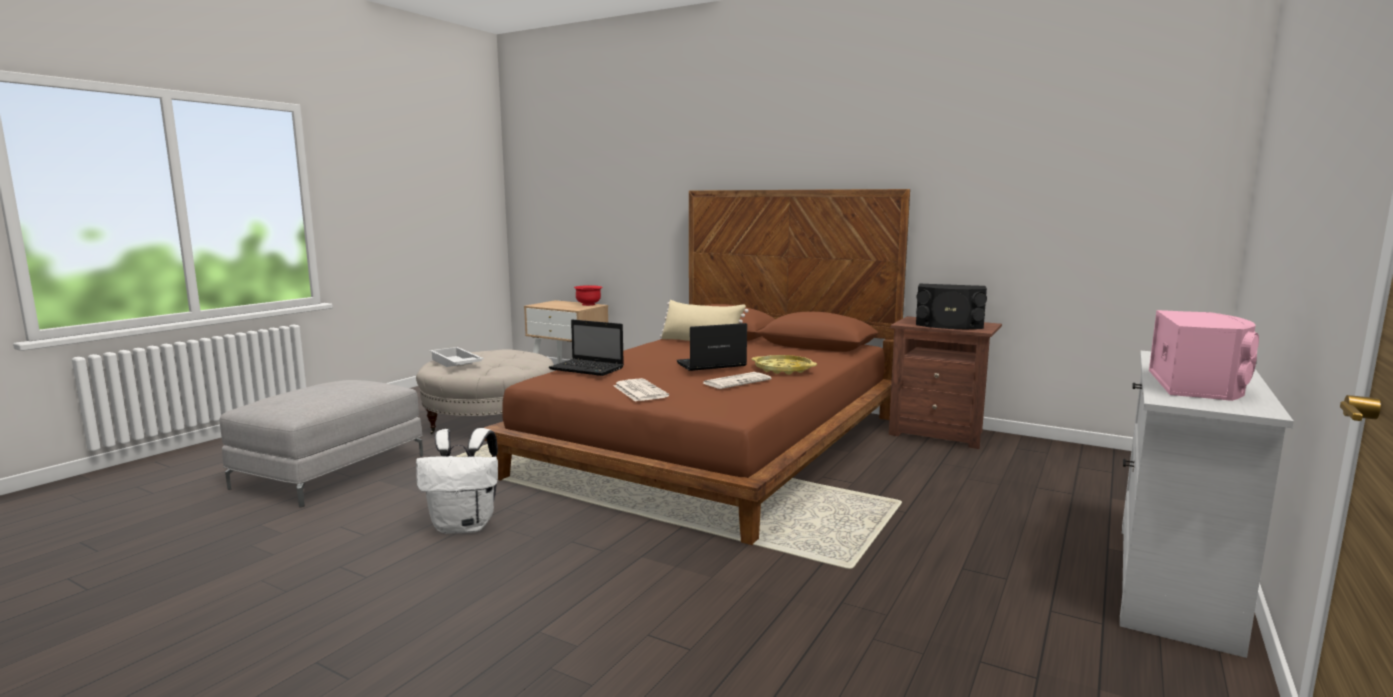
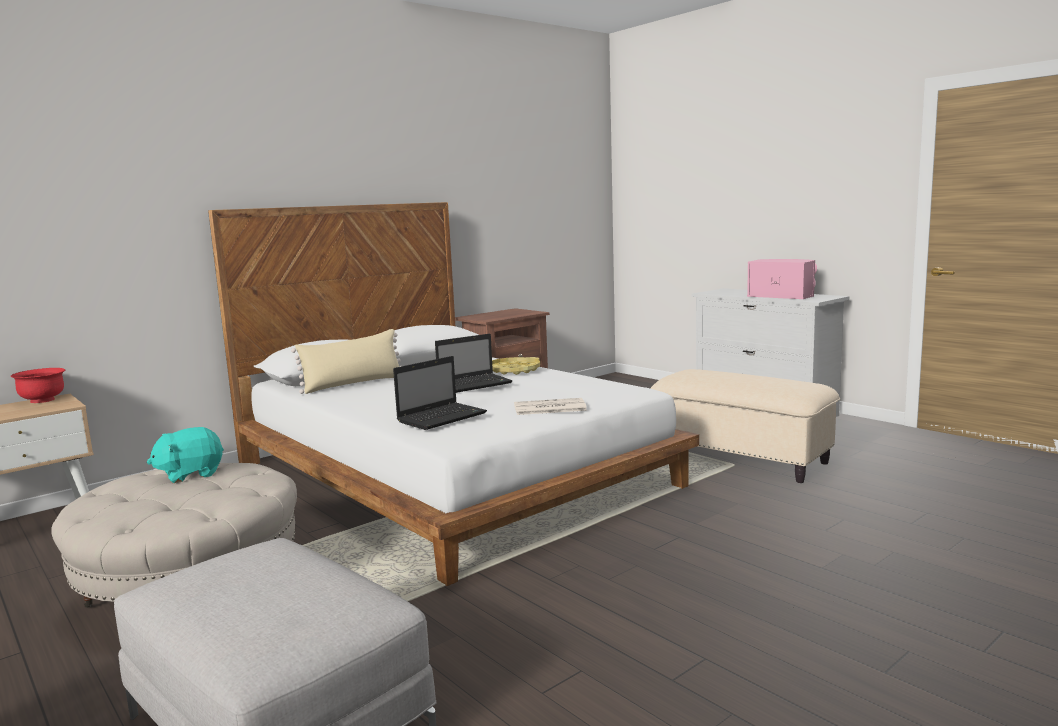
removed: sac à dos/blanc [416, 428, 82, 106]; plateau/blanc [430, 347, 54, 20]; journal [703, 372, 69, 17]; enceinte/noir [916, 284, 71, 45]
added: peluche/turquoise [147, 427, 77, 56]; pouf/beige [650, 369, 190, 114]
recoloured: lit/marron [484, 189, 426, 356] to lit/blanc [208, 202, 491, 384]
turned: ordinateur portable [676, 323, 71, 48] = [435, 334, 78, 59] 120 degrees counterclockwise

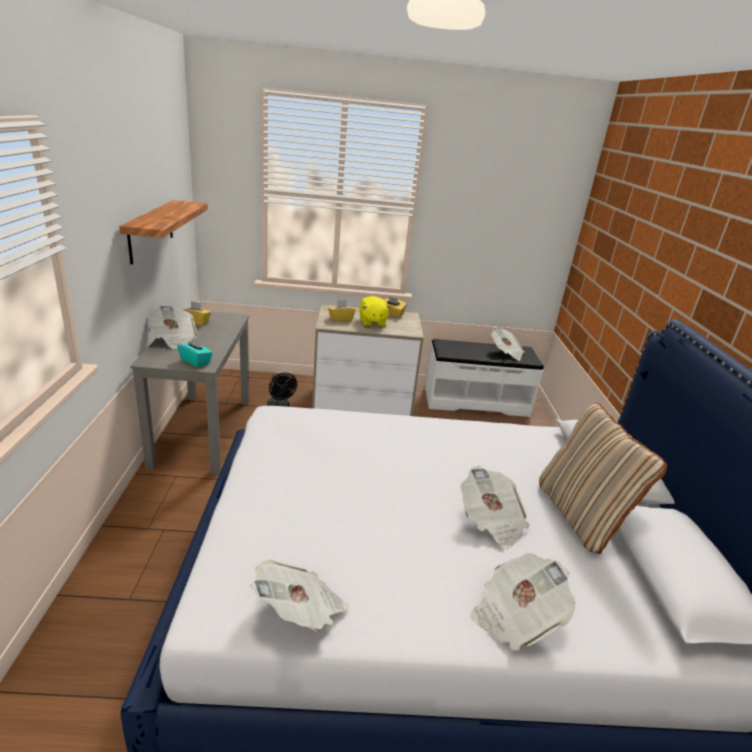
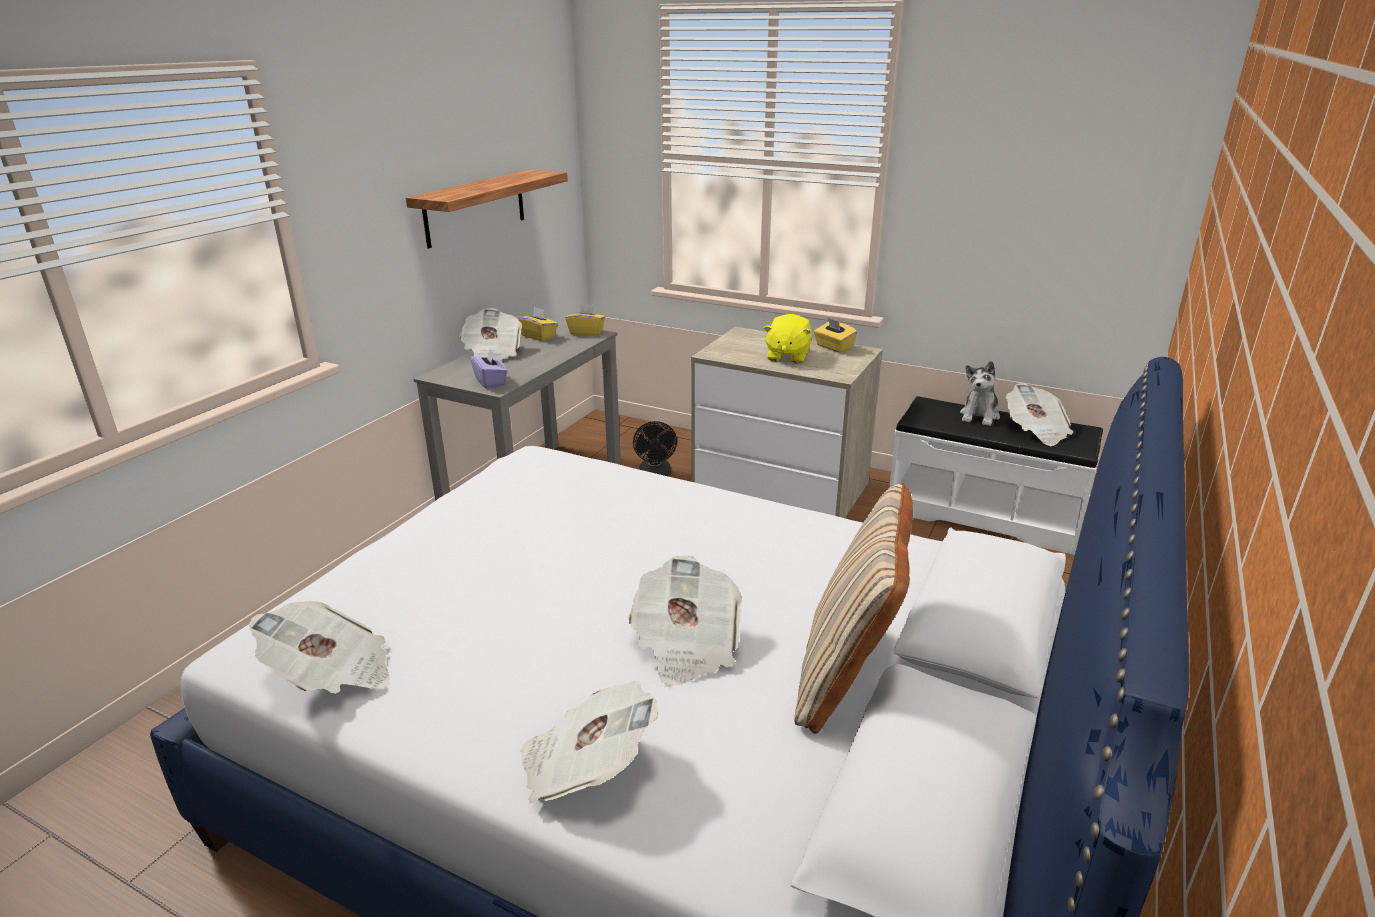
added: peluche [960, 361, 40, 65]
moved: boîte à mouchoirs/jaune [328, 300, 28, 22] to [565, 304, 40, 32]
recoloured: boîte à mouchoirs/turquoise [177, 337, 36, 30] to boîte à mouchoirs/violet [470, 349, 38, 39]

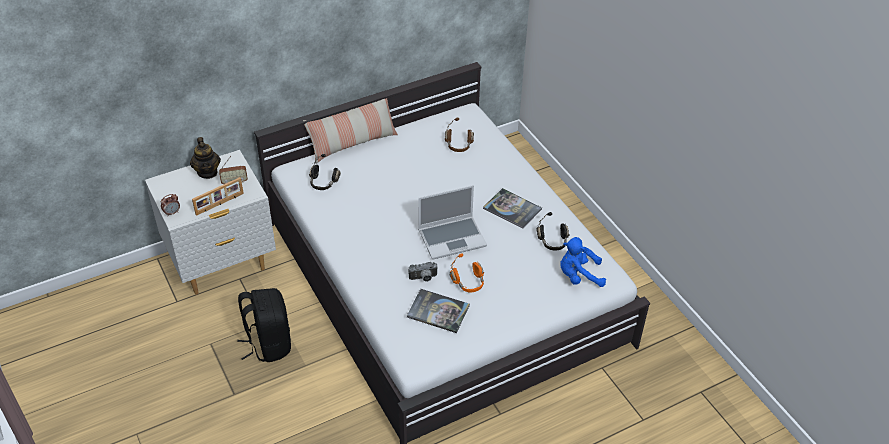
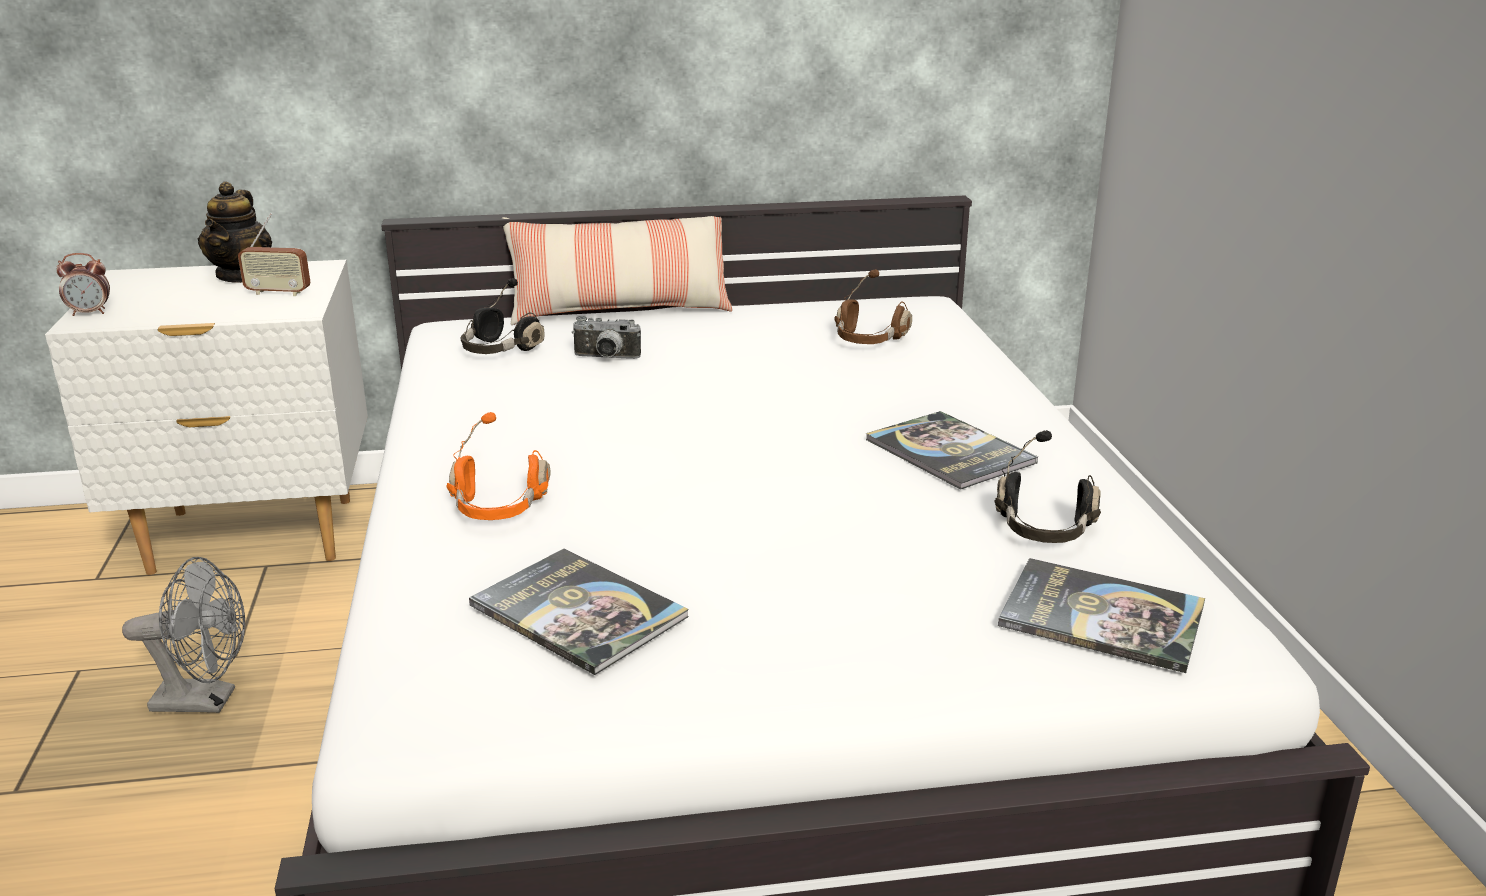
removed: cadre photo [192, 177, 52, 39]; ordinateur portable [418, 185, 69, 75]
moved: casque audio/orange [450, 253, 34, 39] to [446, 412, 105, 108]; appareil photo [409, 262, 29, 20] to [572, 316, 69, 43]
replaced: sac à dos/noir [237, 288, 54, 74] to ventilateur/gris [122, 557, 123, 156]; peluche/bleu [561, 237, 45, 50] to livre [998, 558, 207, 115]

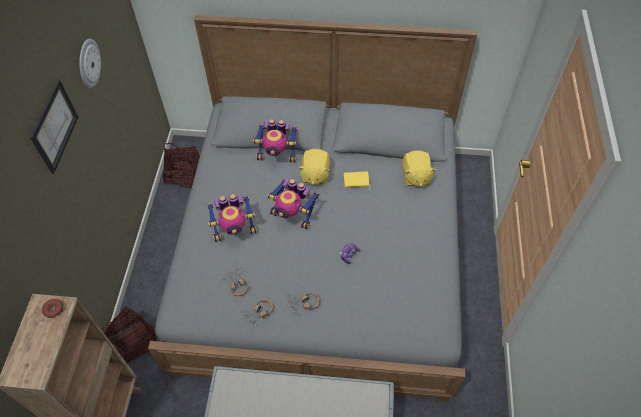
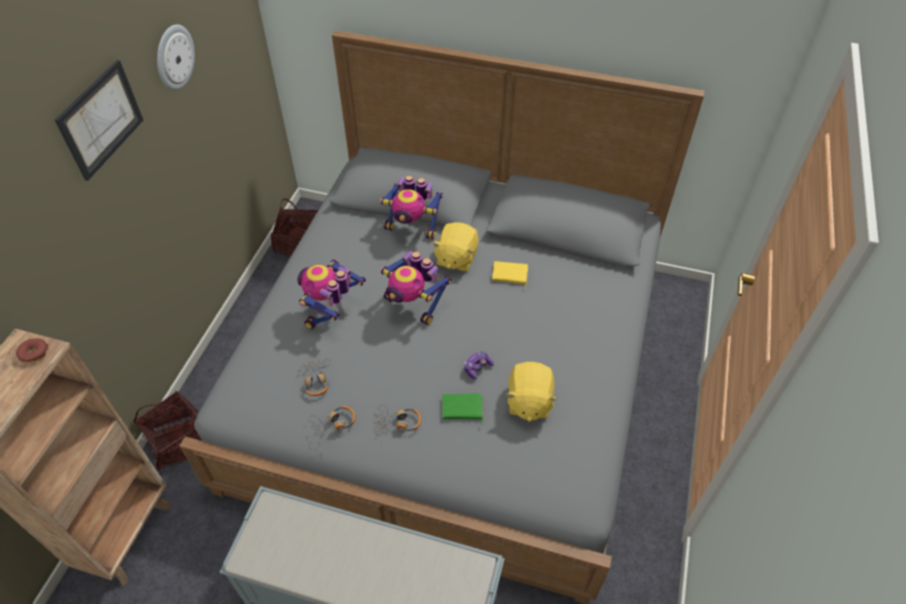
added: livre/vert [443, 394, 41, 28]
moved: peluche/jaune [402, 150, 34, 37] to [506, 362, 51, 60]
turned: robot jouet [207, 194, 50, 48] = [297, 260, 69, 69] 120 degrees clockwise

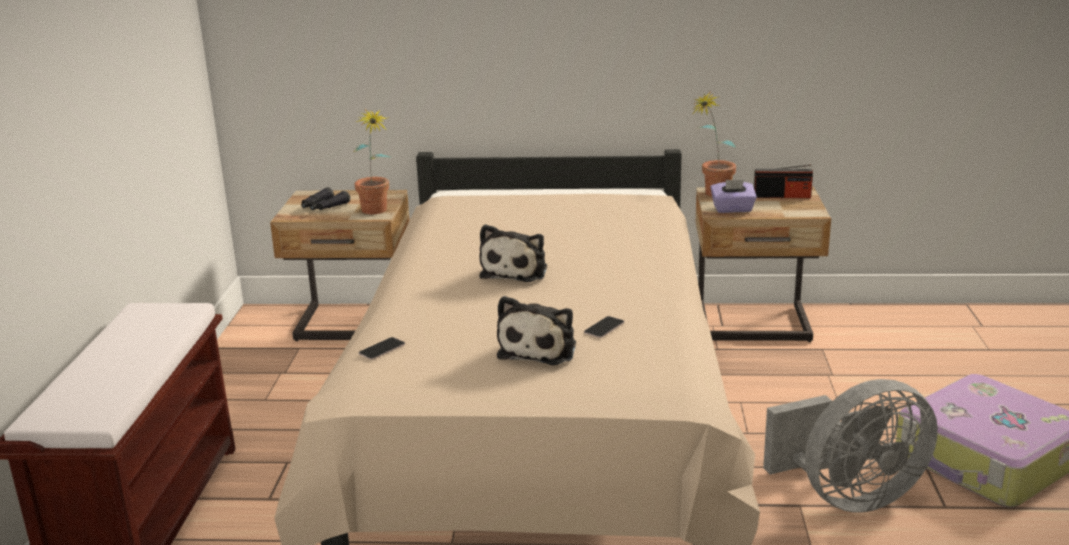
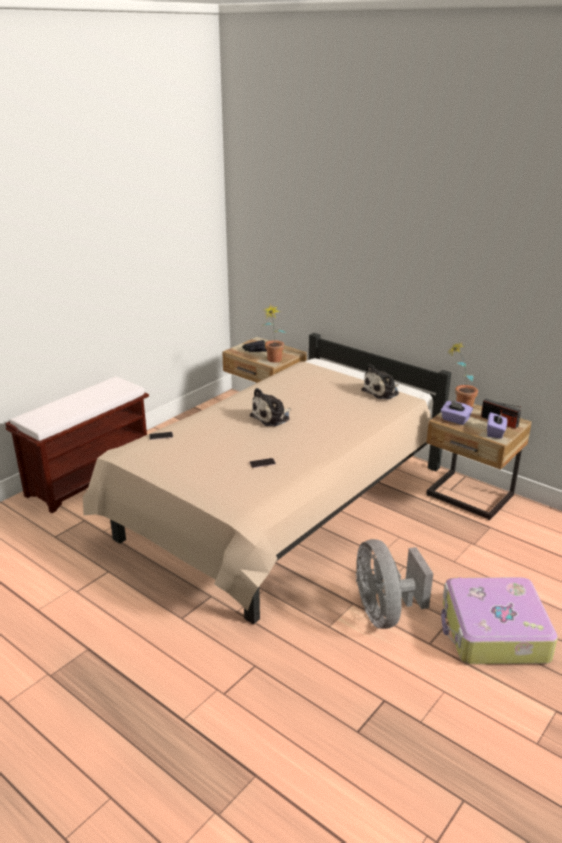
added: boîte à mouchoirs/violet [487, 412, 20, 27]
moved: peluche [497, 296, 79, 69] to [361, 364, 38, 36]
turned: ventilateur/gris [763, 379, 175, 134] = [356, 539, 77, 90] 60 degrees clockwise

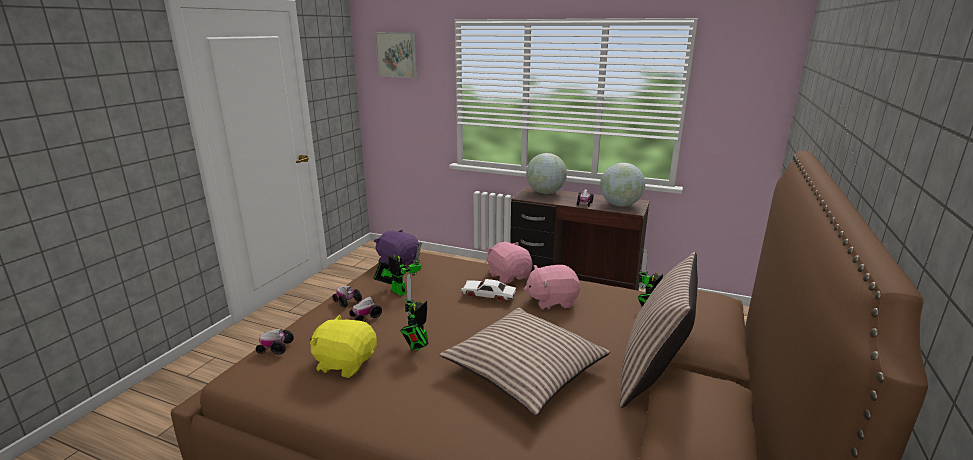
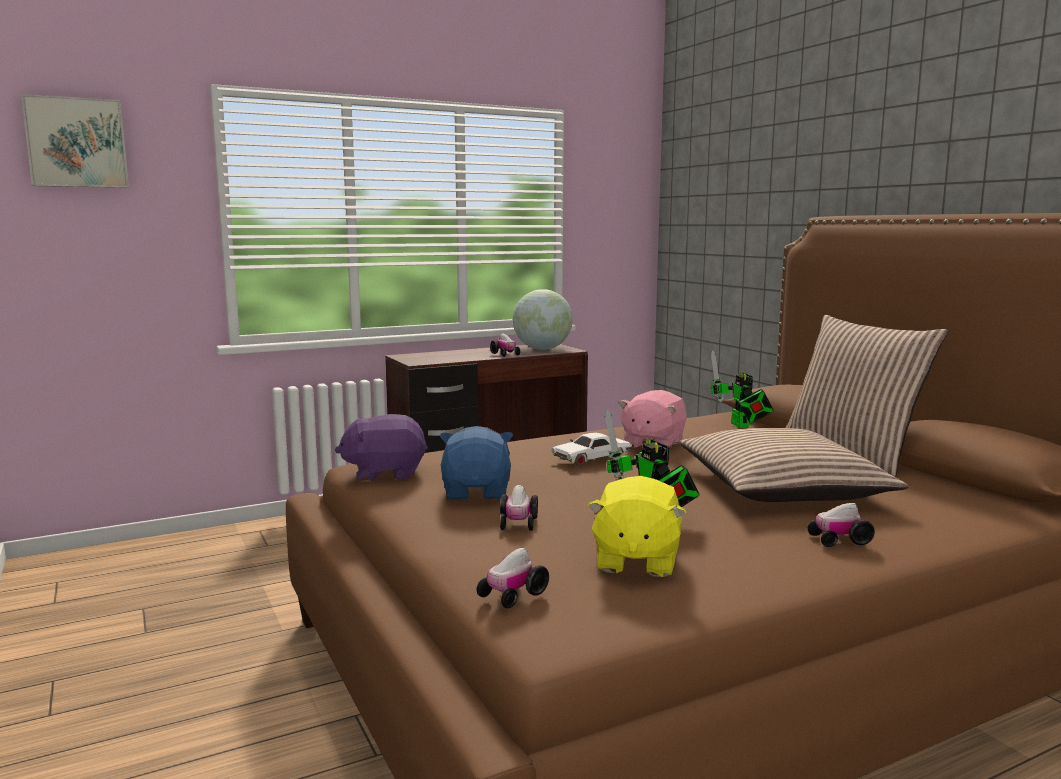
removed: peluche/rose [485, 242, 48, 42]; globe [526, 153, 41, 41]
moved: petite voiture [333, 286, 29, 21] to [808, 503, 67, 44]
replaced: robot jouet [373, 241, 49, 55] to peluche/bleu [440, 426, 73, 74]
turned: peluche/jaune [310, 314, 67, 64] = [587, 476, 100, 101] 45 degrees counterclockwise

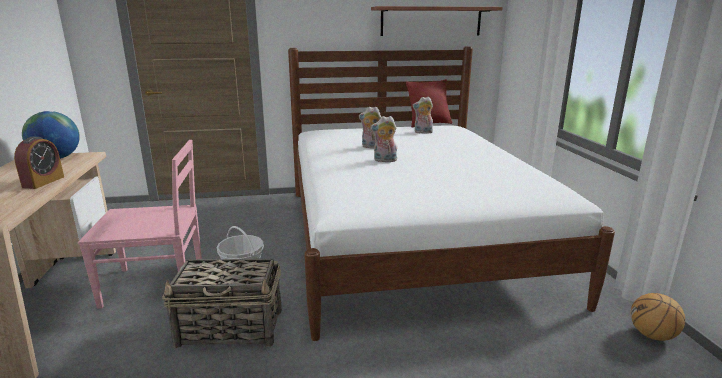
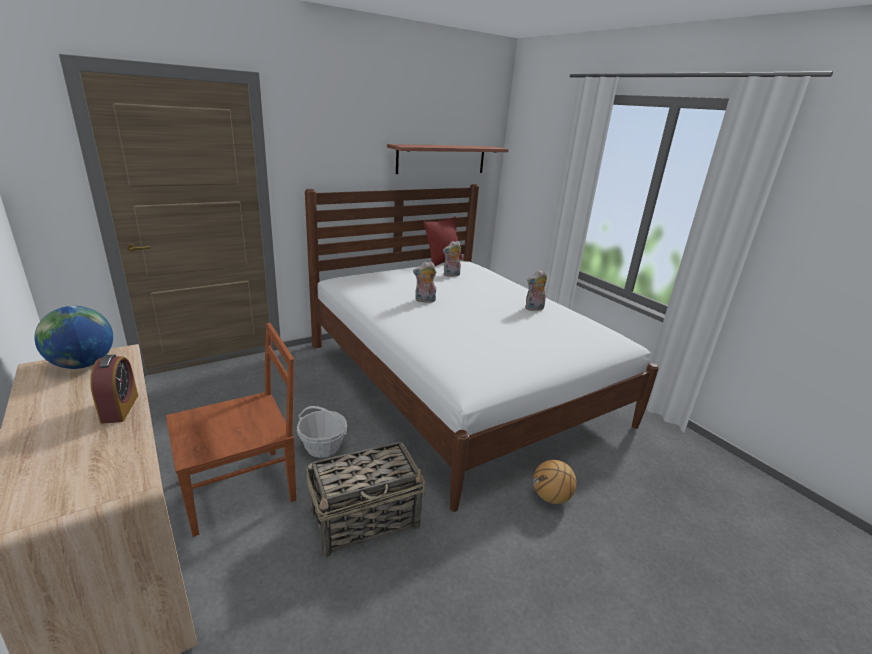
moved: peluche [370, 116, 27, 46] to [525, 270, 22, 41]; ballon de basket [631, 293, 54, 48] to [533, 460, 44, 44]
recoloured: chaise/rose [78, 140, 124, 169] to chaise/marron [166, 323, 130, 214]

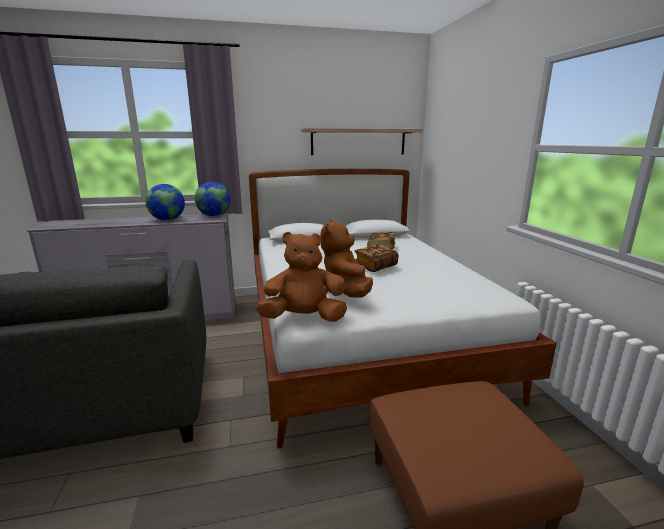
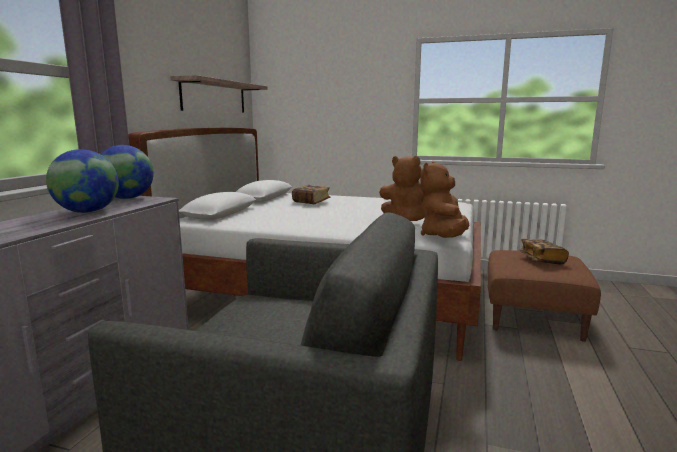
moved: livre [355, 244, 44, 28] to [519, 239, 50, 25]

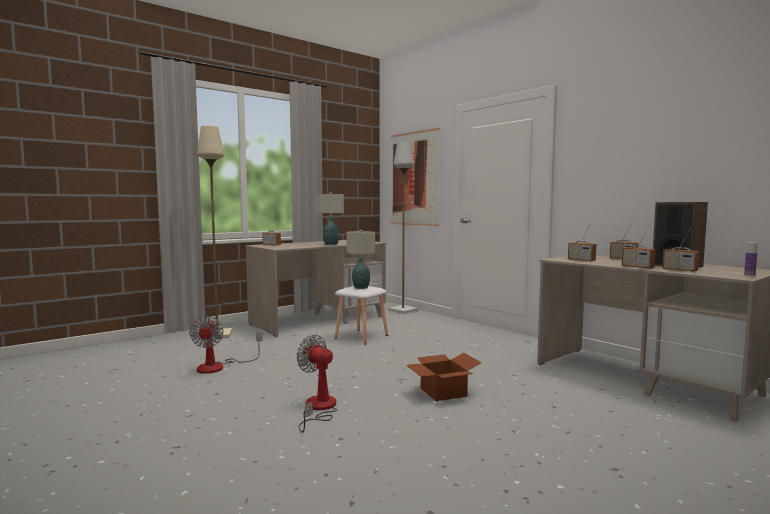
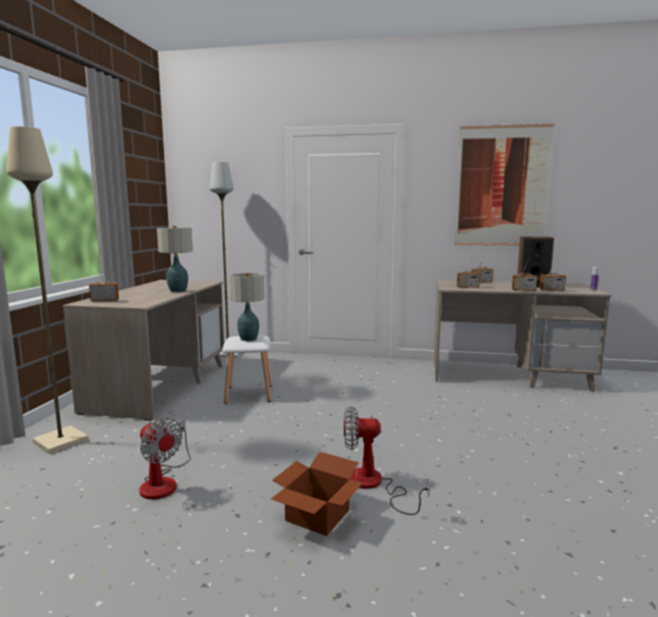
moved: carton [406, 353, 76, 48] to [271, 452, 92, 84]; tableau [391, 128, 49, 98] to [454, 123, 101, 123]

